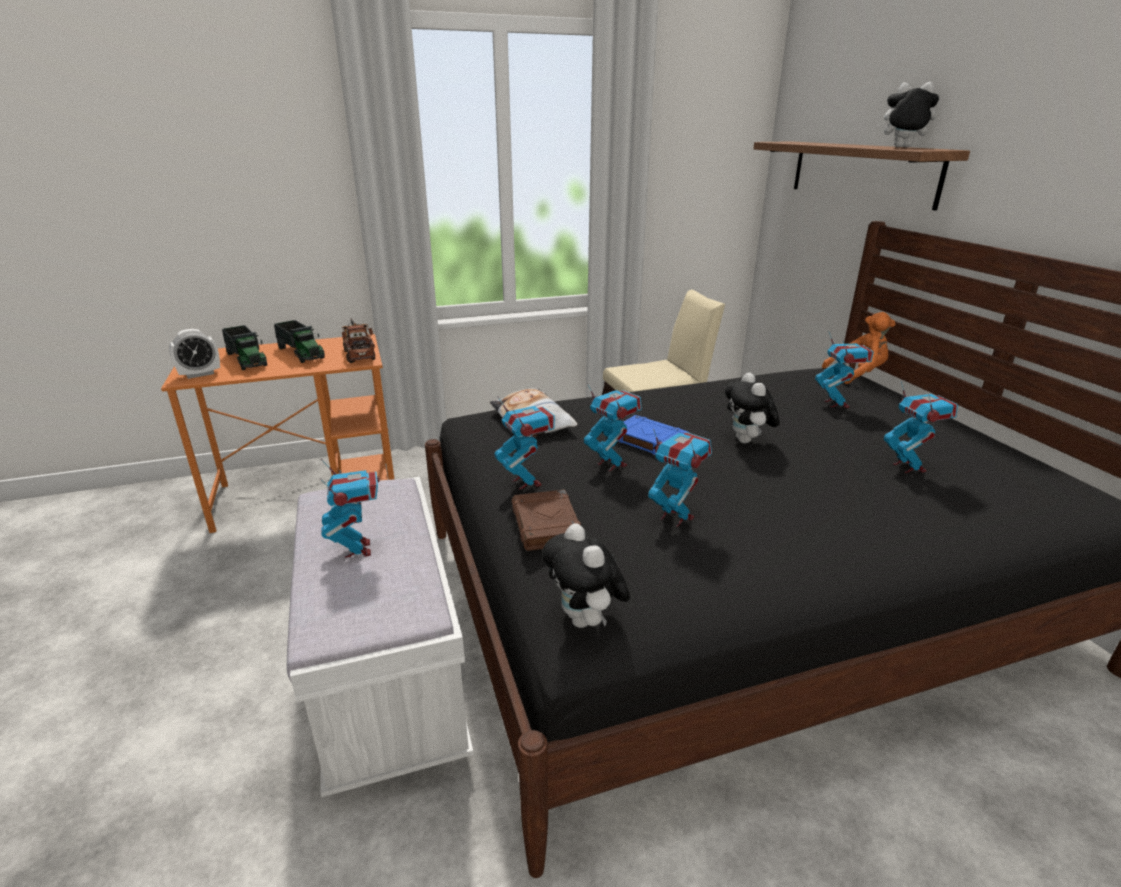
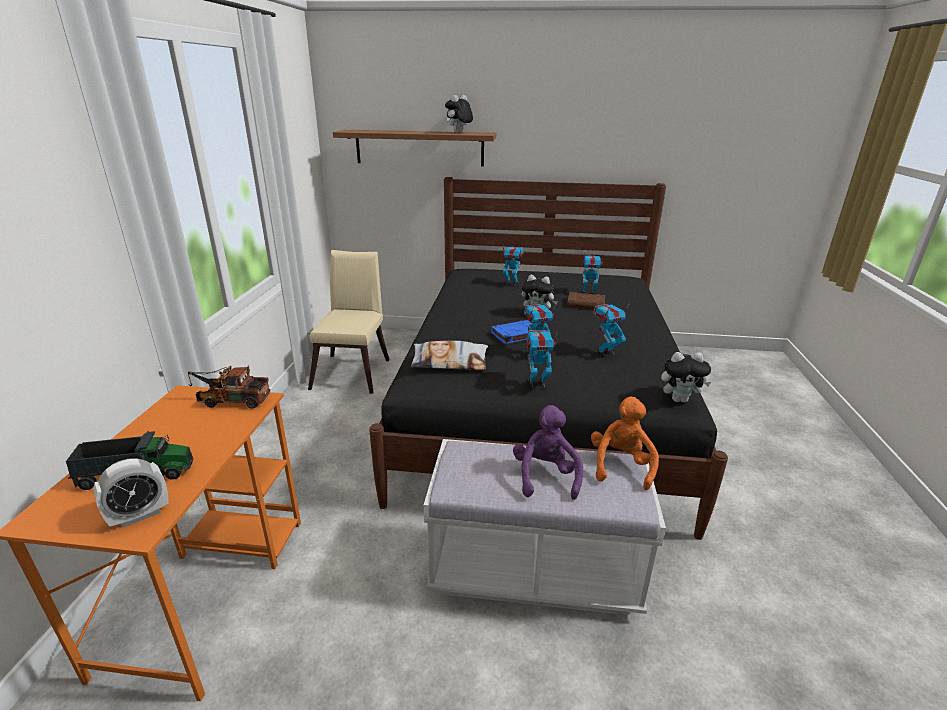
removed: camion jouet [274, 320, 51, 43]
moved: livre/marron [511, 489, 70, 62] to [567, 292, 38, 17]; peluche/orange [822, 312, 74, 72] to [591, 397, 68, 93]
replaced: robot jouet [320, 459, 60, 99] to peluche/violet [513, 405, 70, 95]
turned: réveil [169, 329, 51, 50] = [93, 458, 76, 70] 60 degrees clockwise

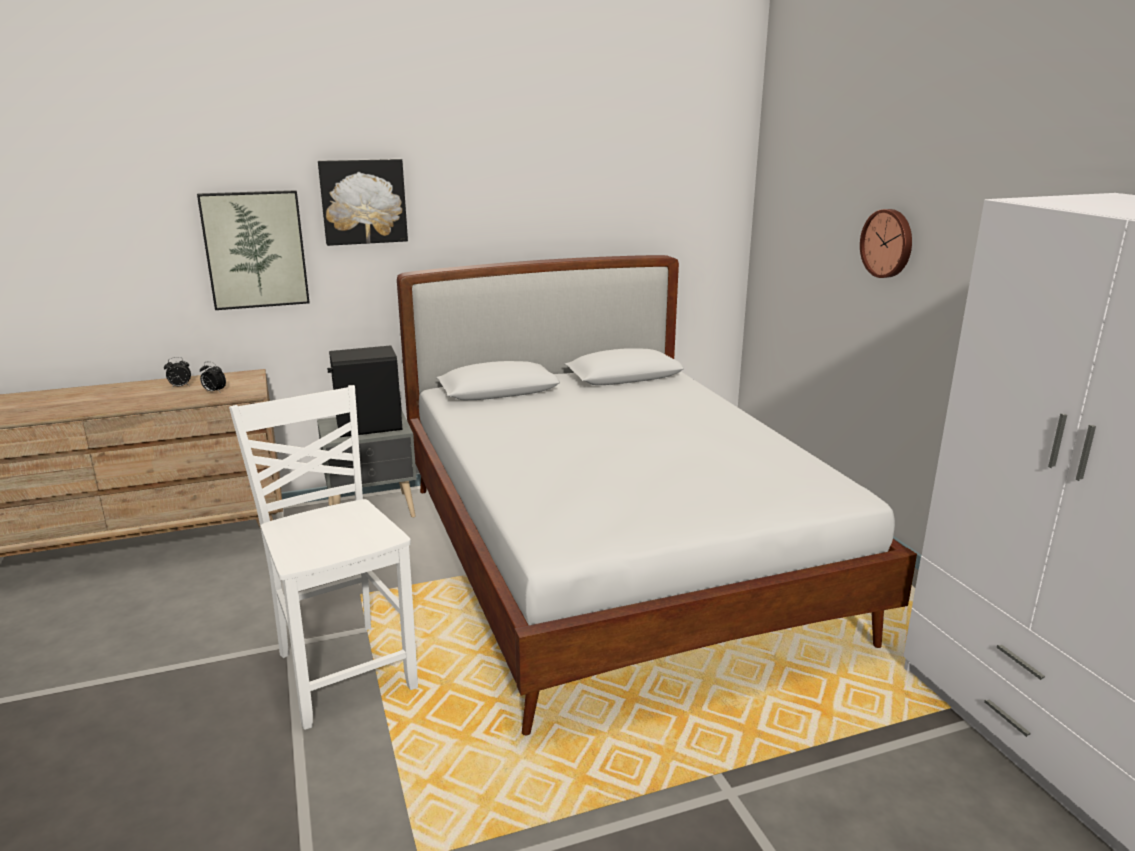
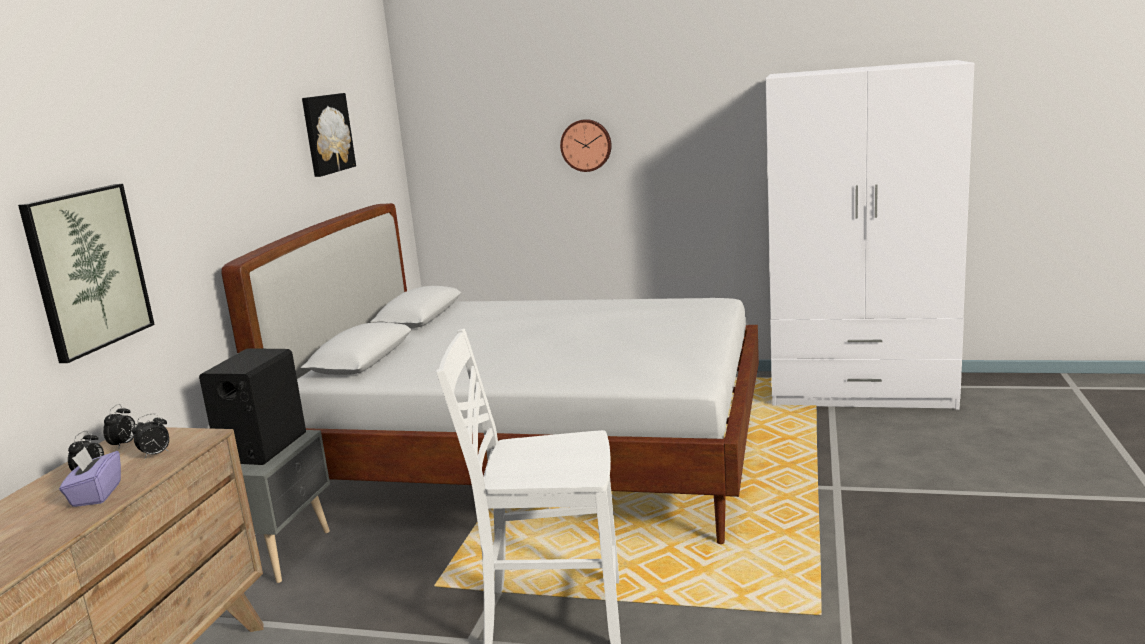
added: boîte à mouchoirs/violet [59, 447, 62, 60]; réveil [103, 404, 32, 44]
moved: tableau [318, 159, 90, 87] to [302, 93, 54, 84]

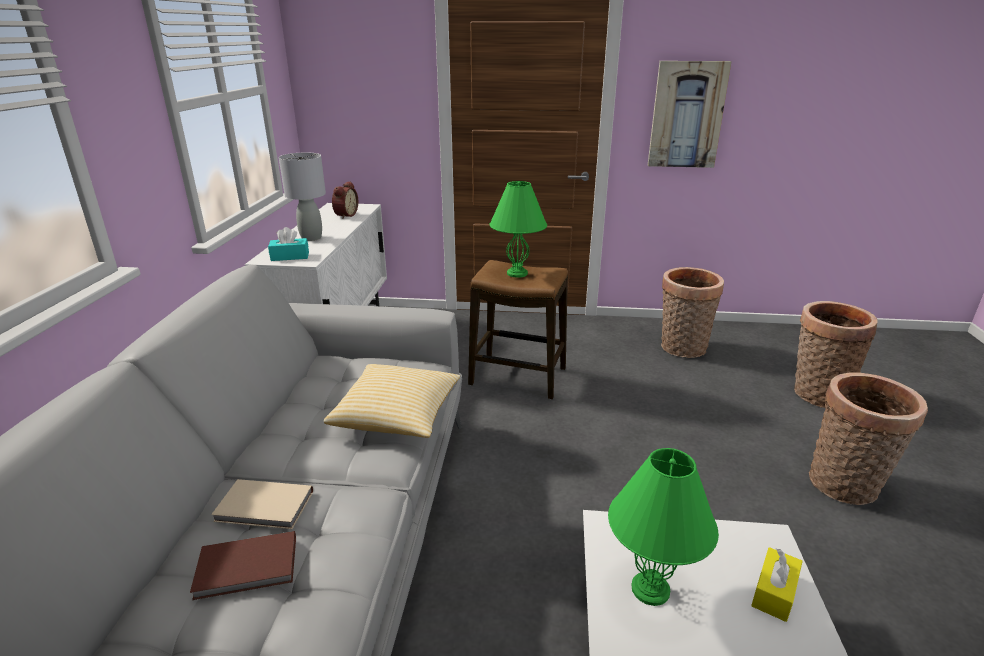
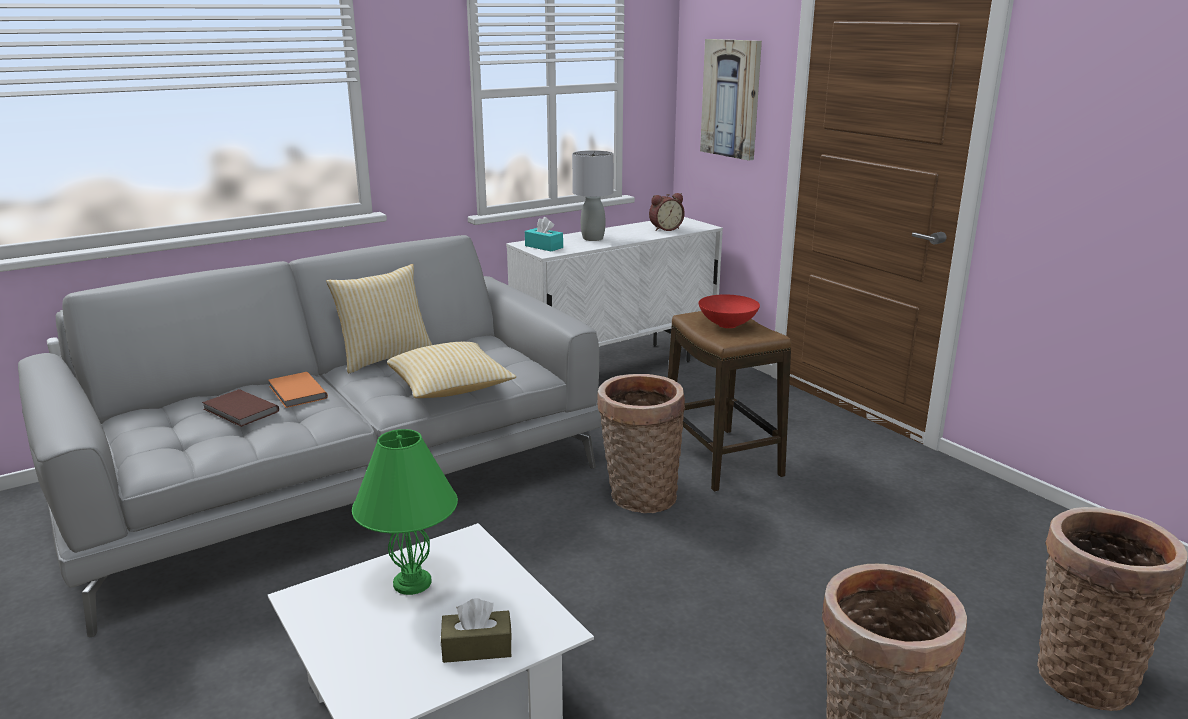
added: coussin [326, 264, 106, 109]
moved: panier [661, 267, 63, 91] to [597, 374, 88, 139]; tableau [648, 61, 84, 107] to [700, 39, 62, 122]
replaced: lampe de table/vert [490, 181, 57, 97] to bol/rouge [699, 294, 61, 34]
recoloured: livre/beige [211, 479, 102, 50] to livre/orange [268, 372, 60, 36]; boîte à mouchoirs/jaune [751, 547, 52, 75] to boîte à mouchoirs/marron [441, 598, 71, 65]

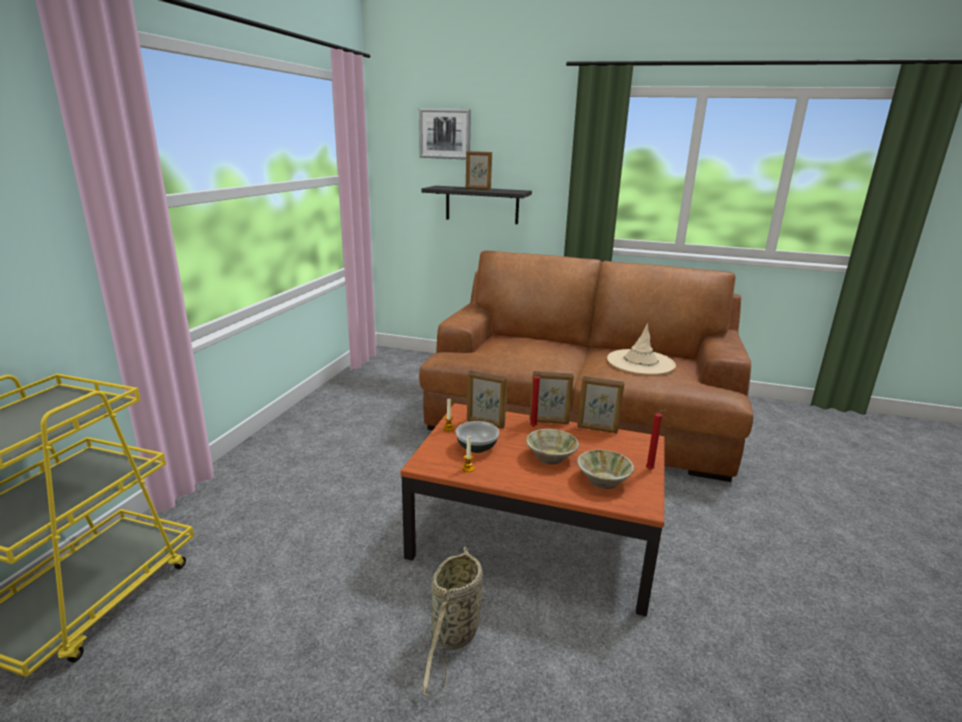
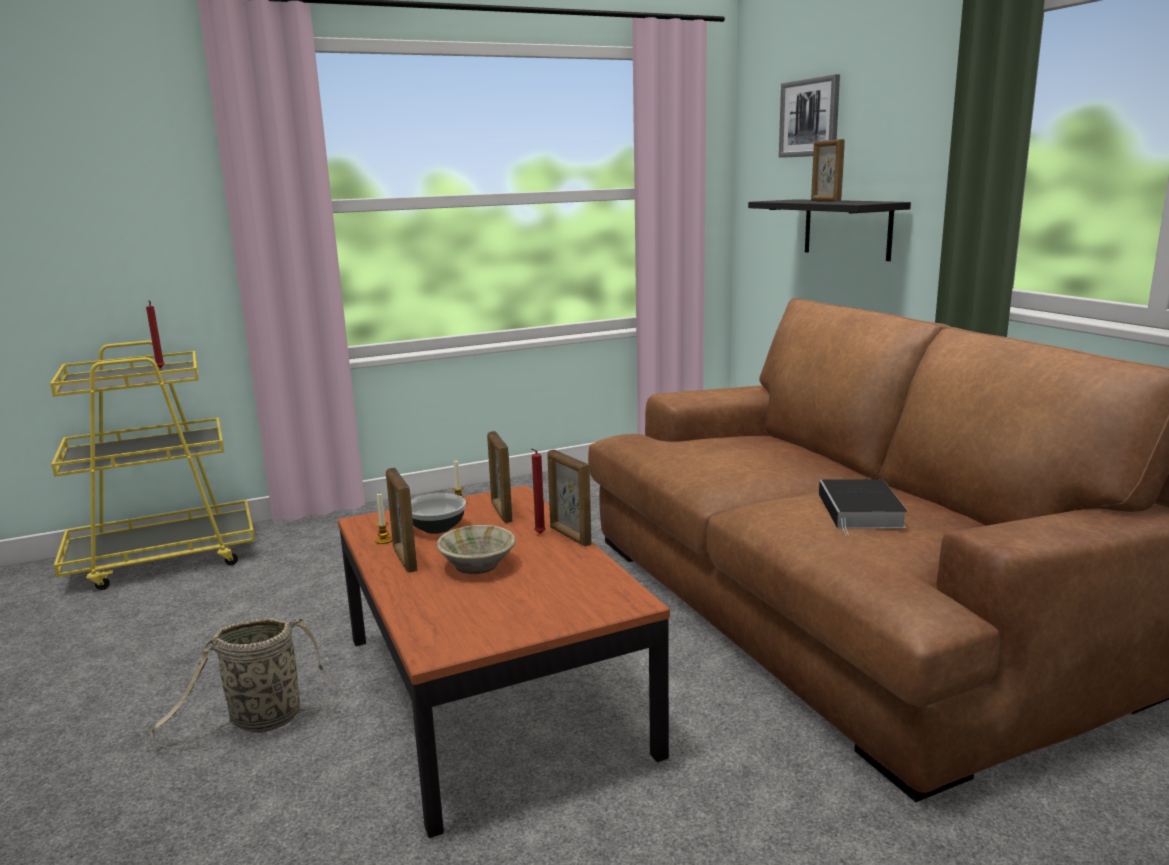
removed: bol/beige [577, 450, 57, 39]
moved: bougie/rouge [646, 409, 21, 61] to [146, 300, 19, 68]; cadre photo [577, 376, 48, 57] to [386, 468, 31, 105]
replaced: chapeau/beige [607, 324, 69, 51] to livre [819, 479, 88, 56]

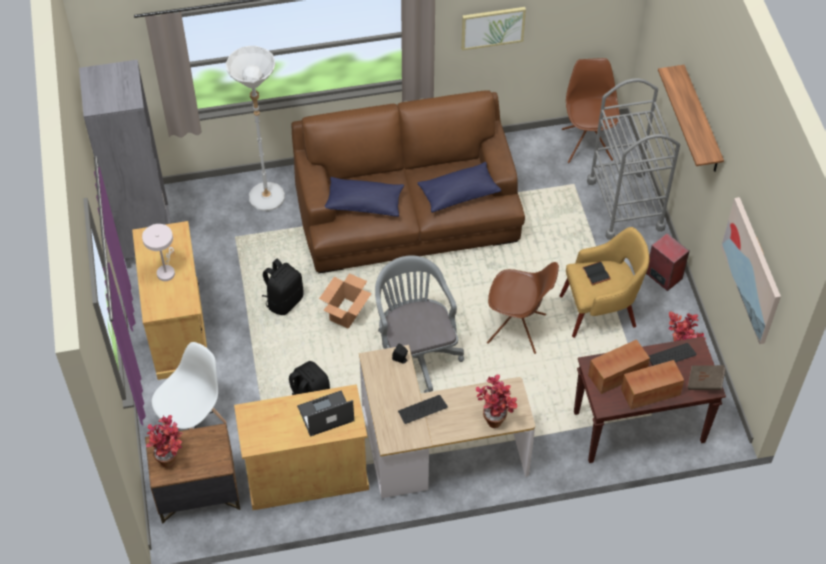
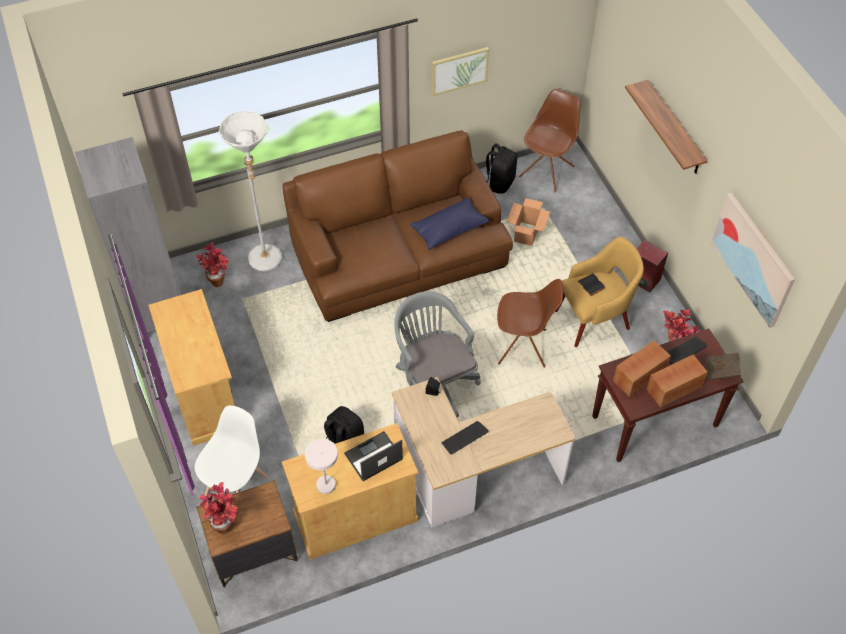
removed: coussin/bleu [325, 177, 79, 40]; chariot/gris [587, 78, 93, 162]
moved: plante en pot [476, 374, 41, 54] to [196, 242, 32, 45]; lampe de table/blanc [142, 224, 33, 57] to [305, 439, 33, 55]; sac à dos/noir [262, 259, 42, 56] to [486, 143, 31, 51]; carton [319, 273, 53, 56] to [507, 198, 43, 48]
turned: chaise/marron [562, 58, 58, 105] = [519, 89, 61, 103] 45 degrees clockwise

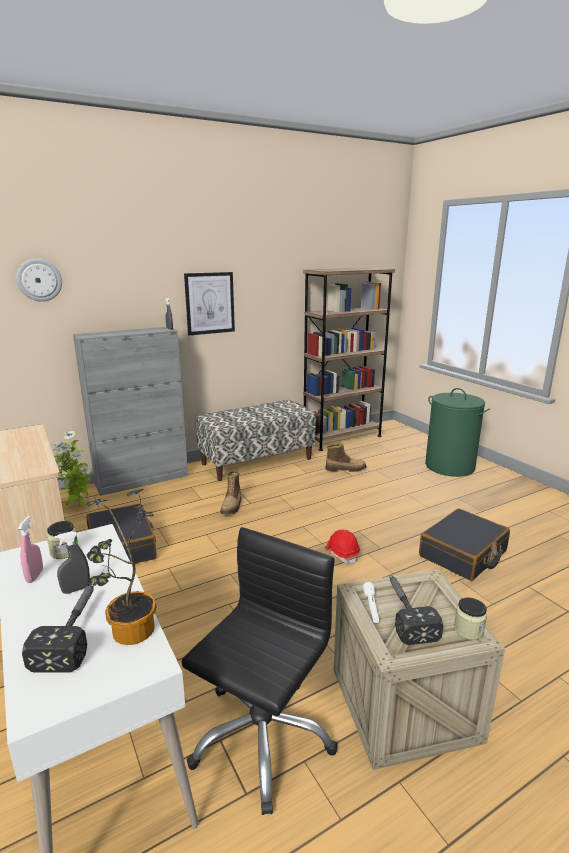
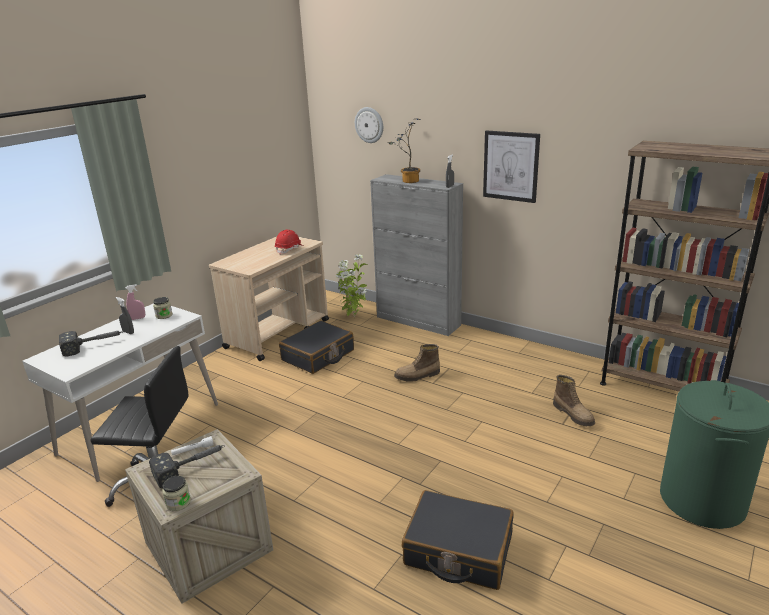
removed: banc [196, 400, 120, 81]
moved: casque de chantier/rouge [325, 529, 35, 35] to [275, 230, 28, 25]; plante en pot [87, 489, 69, 156] to [388, 119, 33, 64]

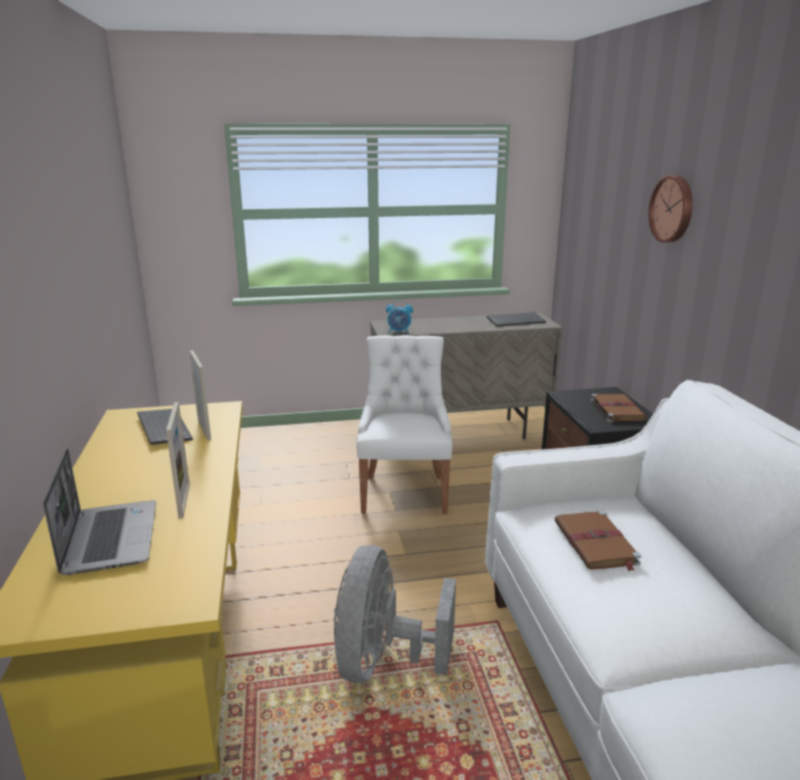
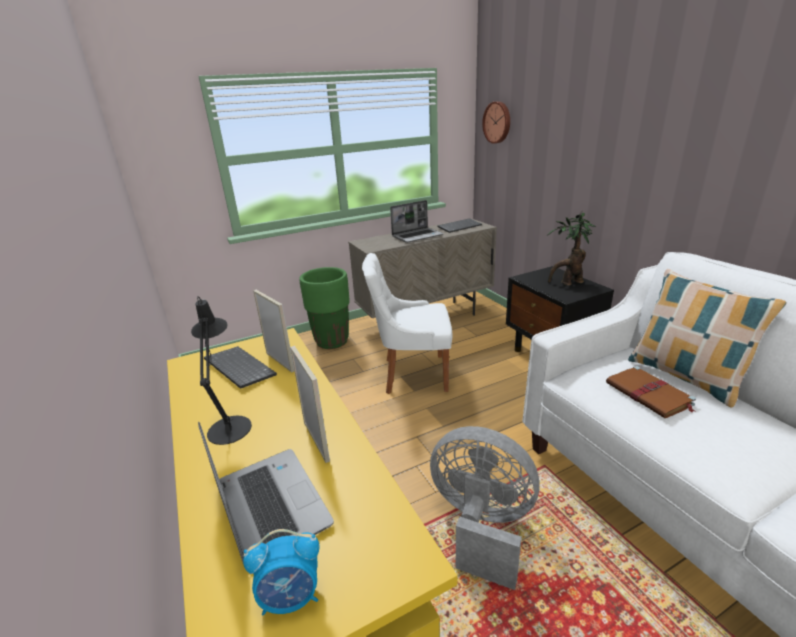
added: lampe de table/noir [191, 296, 61, 149]; cache-pot/vert [300, 267, 50, 82]; ordinateur portable [390, 200, 54, 43]; coussin [628, 269, 159, 139]
moved: réveil [386, 300, 27, 34] to [243, 529, 77, 86]; horloge murale [648, 175, 45, 68] to [482, 101, 28, 43]
replaced: livre/marron [591, 394, 56, 28] to plante en pot [547, 211, 49, 75]
turned: chaise/blanc [357, 335, 95, 179] = [362, 253, 91, 141] 75 degrees counterclockwise; ventilateur/gris [334, 545, 122, 138] = [430, 426, 109, 164] 120 degrees clockwise

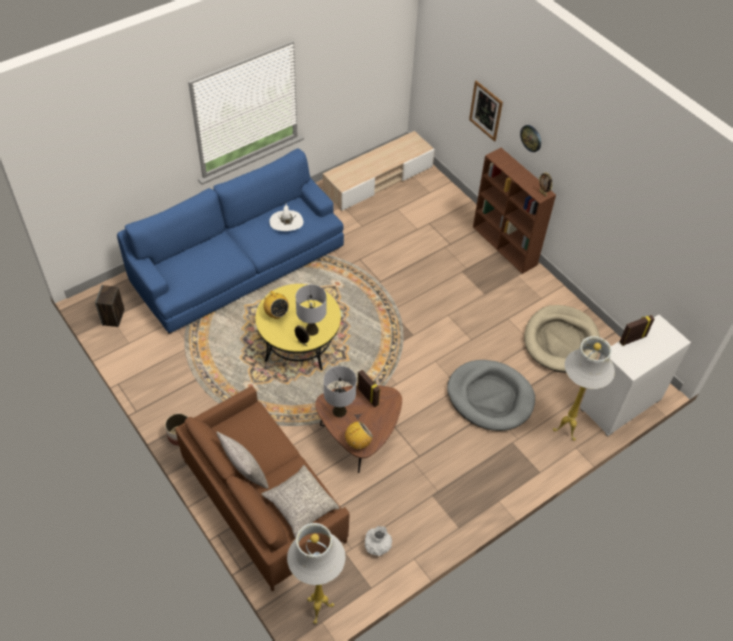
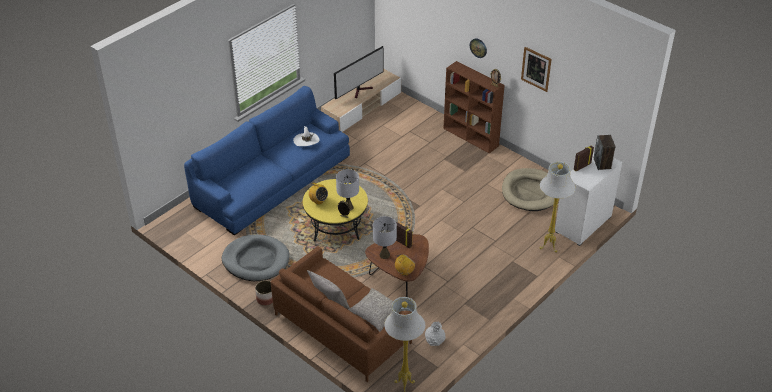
added: téléviseur [334, 46, 49, 53]
moved: panier pour chien/gris [447, 360, 88, 71] to [222, 234, 68, 47]; tableau [469, 81, 34, 61] to [521, 47, 31, 45]; enceinte [95, 285, 30, 42] to [594, 135, 22, 35]

